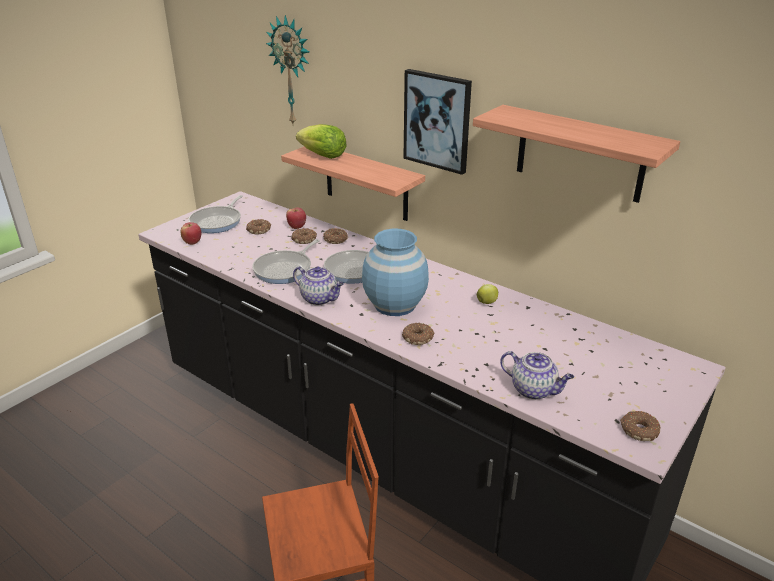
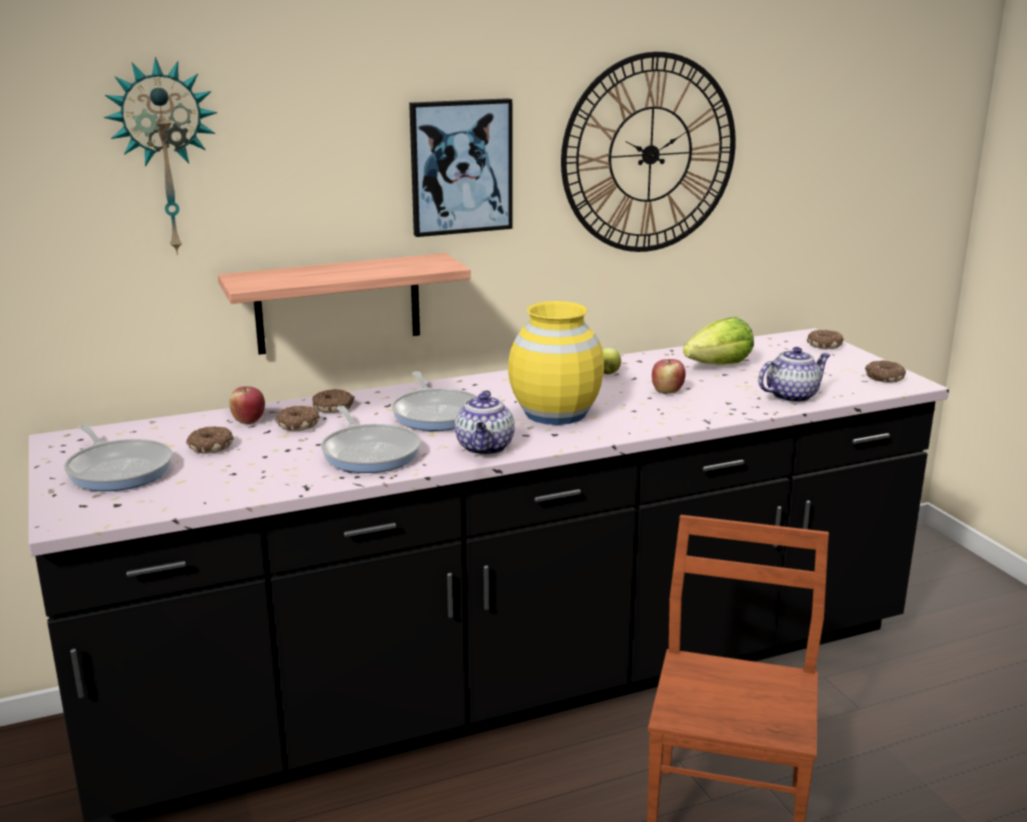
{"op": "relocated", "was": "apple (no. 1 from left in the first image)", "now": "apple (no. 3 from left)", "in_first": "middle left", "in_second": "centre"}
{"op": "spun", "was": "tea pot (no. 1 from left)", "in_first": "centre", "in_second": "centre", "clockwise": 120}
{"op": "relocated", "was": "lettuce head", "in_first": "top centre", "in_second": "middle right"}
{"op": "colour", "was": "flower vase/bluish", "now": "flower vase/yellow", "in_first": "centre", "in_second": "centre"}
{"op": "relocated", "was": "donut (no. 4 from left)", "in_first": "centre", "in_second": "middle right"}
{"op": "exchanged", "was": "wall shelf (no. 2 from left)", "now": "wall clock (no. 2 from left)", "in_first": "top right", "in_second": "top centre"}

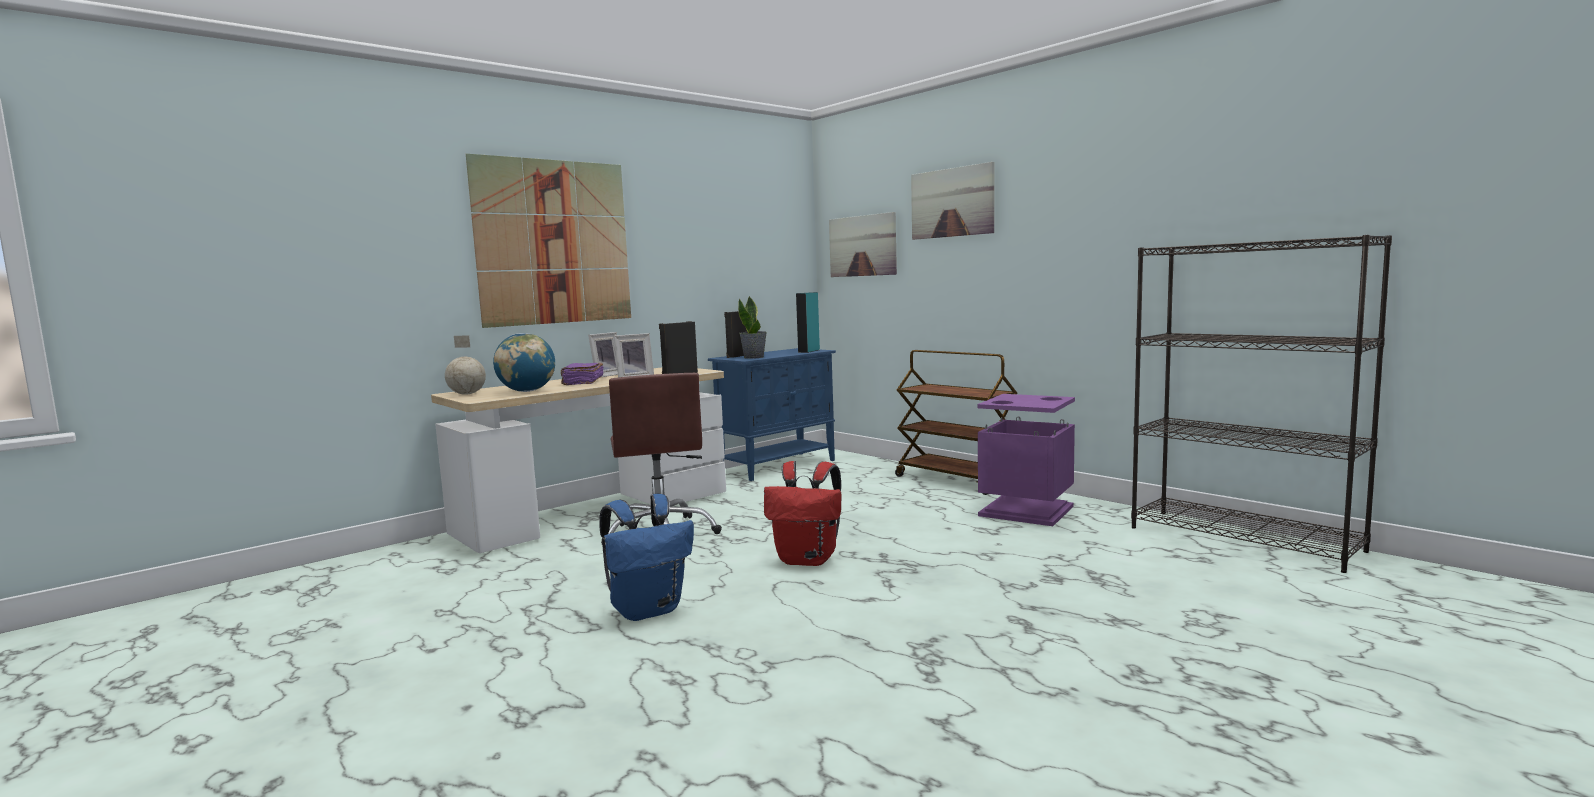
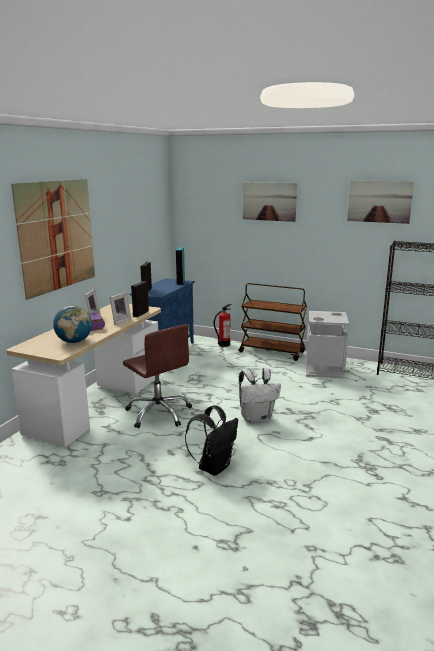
{"op": "missing", "was": "desk globe (no. 1 from left)", "in_first": "middle left"}
{"op": "colour", "was": "rucksack/bluish", "now": "rucksack/black", "in_first": "bottom centre", "in_second": "bottom centre"}
{"op": "missing", "was": "plant in a pot", "in_first": "centre"}
{"op": "colour", "was": "rucksack/reddish", "now": "rucksack/white-coloured", "in_first": "centre", "in_second": "centre"}
{"op": "relocated", "was": "wall picture (no. 2 from left in the first image)", "now": "wall picture (no. 3 from left)", "in_first": "top centre", "in_second": "top right"}
{"op": "colour", "was": "rubbish bin/purplish", "now": "rubbish bin/gray", "in_first": "centre", "in_second": "middle right"}
{"op": "appeared", "now": "fire-fighting cylinder", "in_second": "centre"}

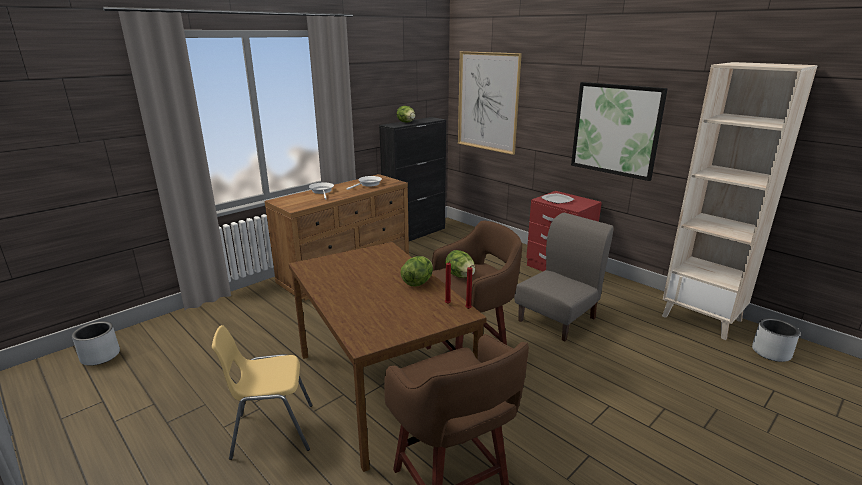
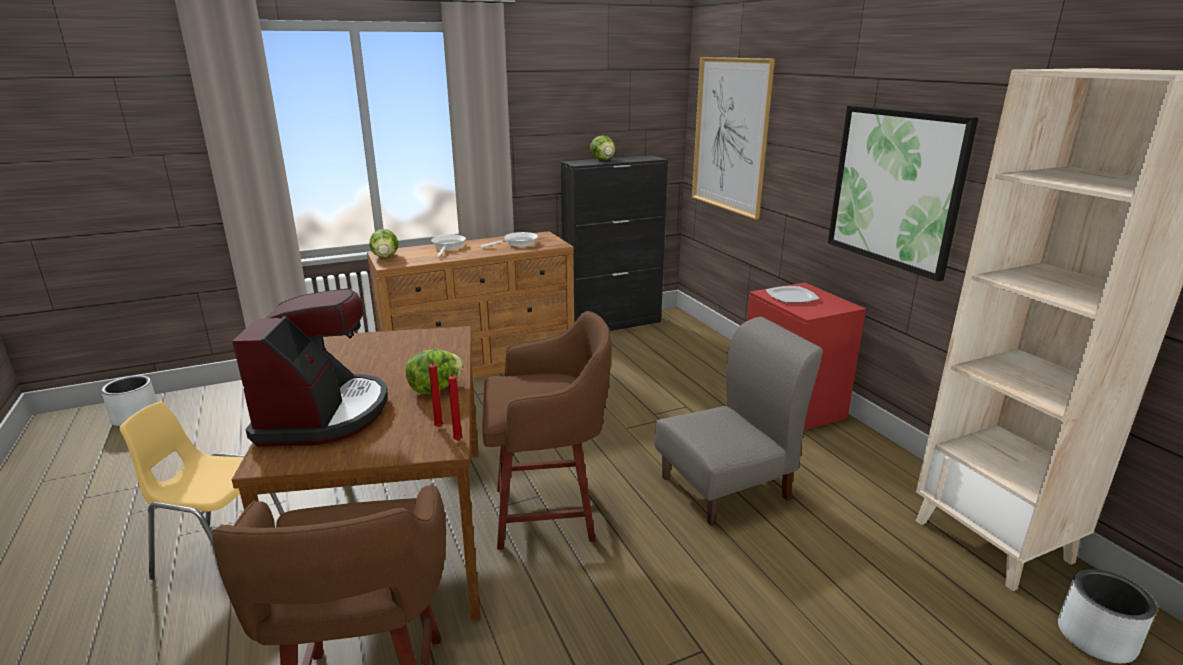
{"op": "relocated", "was": "lettuce head (no. 3 from left in the first image)", "now": "lettuce head (no. 1 from left)", "in_first": "centre", "in_second": "middle left"}
{"op": "appeared", "now": "coffee machine", "in_second": "middle left"}

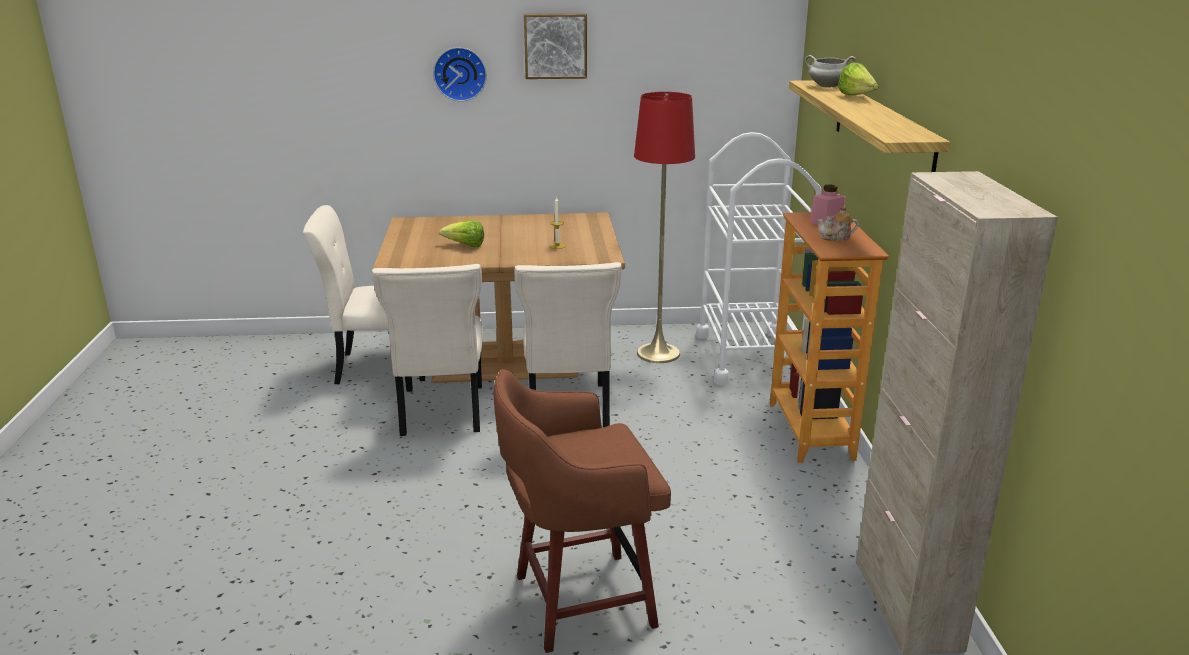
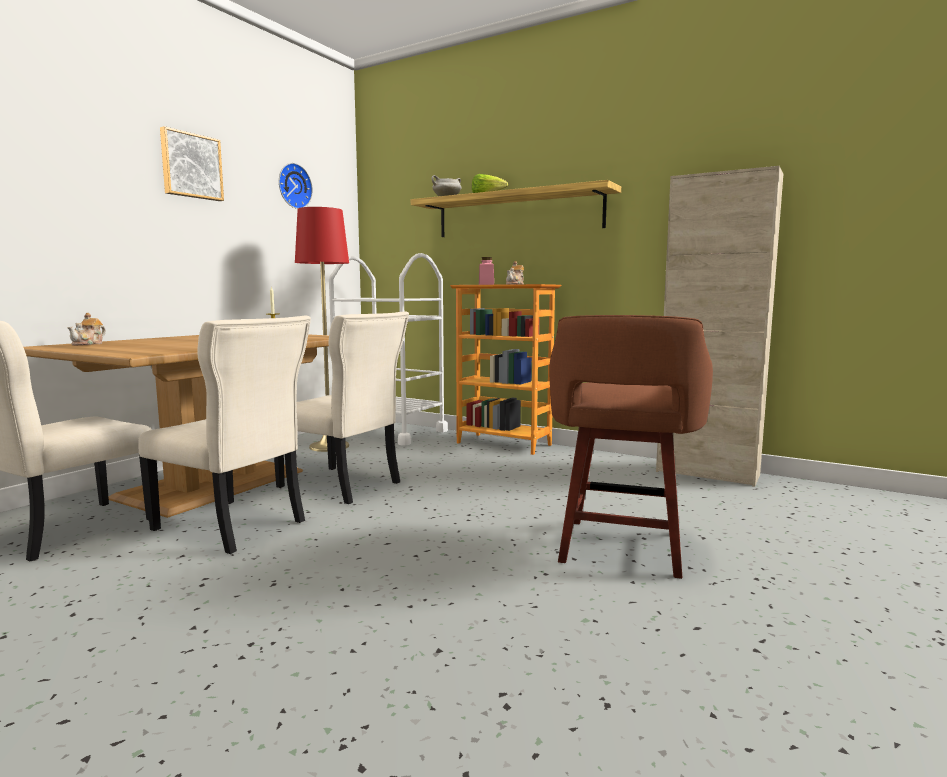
{"op": "relocated", "was": "wall clock", "in_first": "top centre", "in_second": "top left"}
{"op": "missing", "was": "lettuce head (no. 1 from left)", "in_first": "centre"}
{"op": "appeared", "now": "tea pot (no. 1 from left)", "in_second": "middle left"}

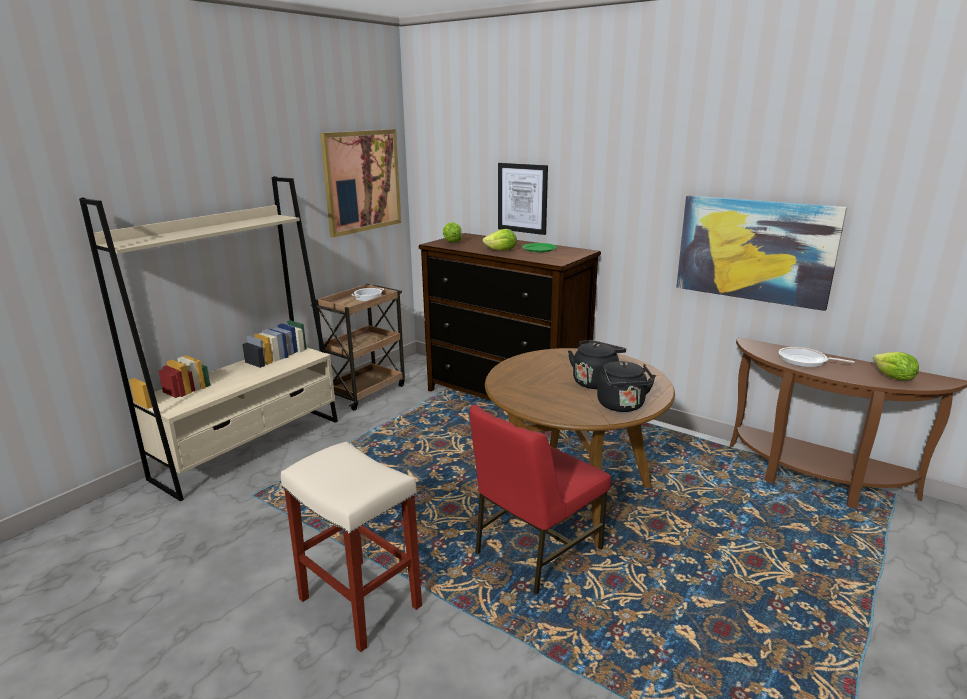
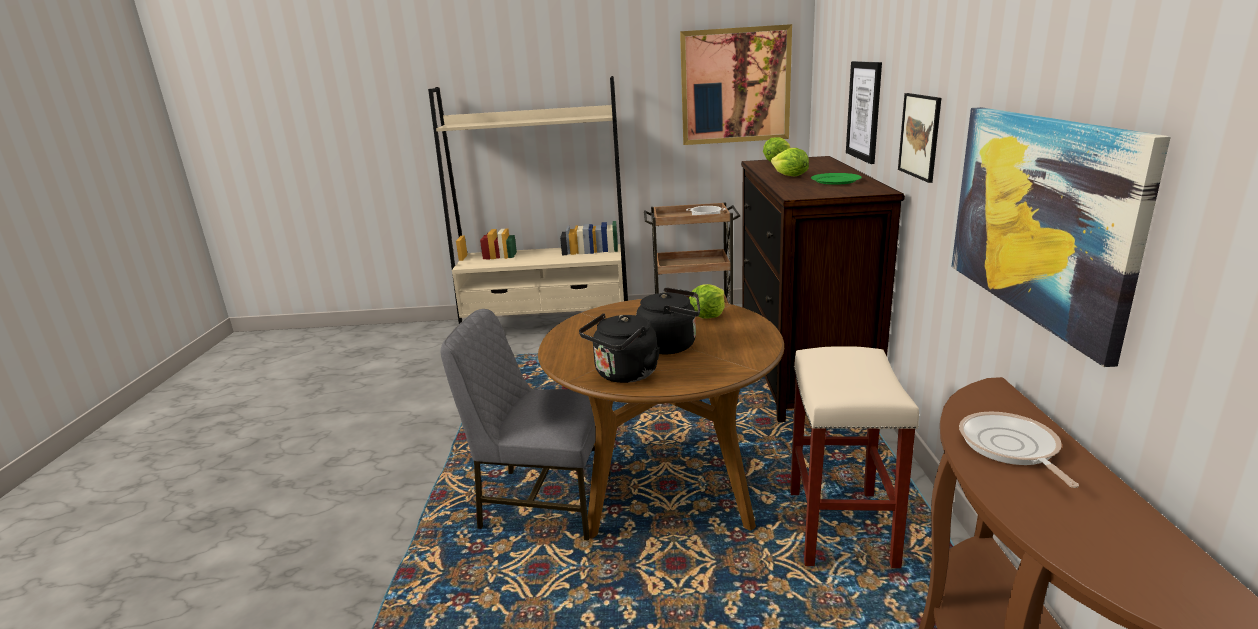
{"op": "relocated", "was": "stool/beige", "in_first": "bottom centre", "in_second": "bottom right"}
{"op": "colour", "was": "upright chair/reddish", "now": "upright chair/gray", "in_first": "bottom centre", "in_second": "bottom centre"}
{"op": "relocated", "was": "lettuce head (no. 3 from left in the first image)", "now": "lettuce head (no. 1 from left)", "in_first": "middle right", "in_second": "centre"}
{"op": "appeared", "now": "wall picture (no. 3 from left)", "in_second": "top right"}

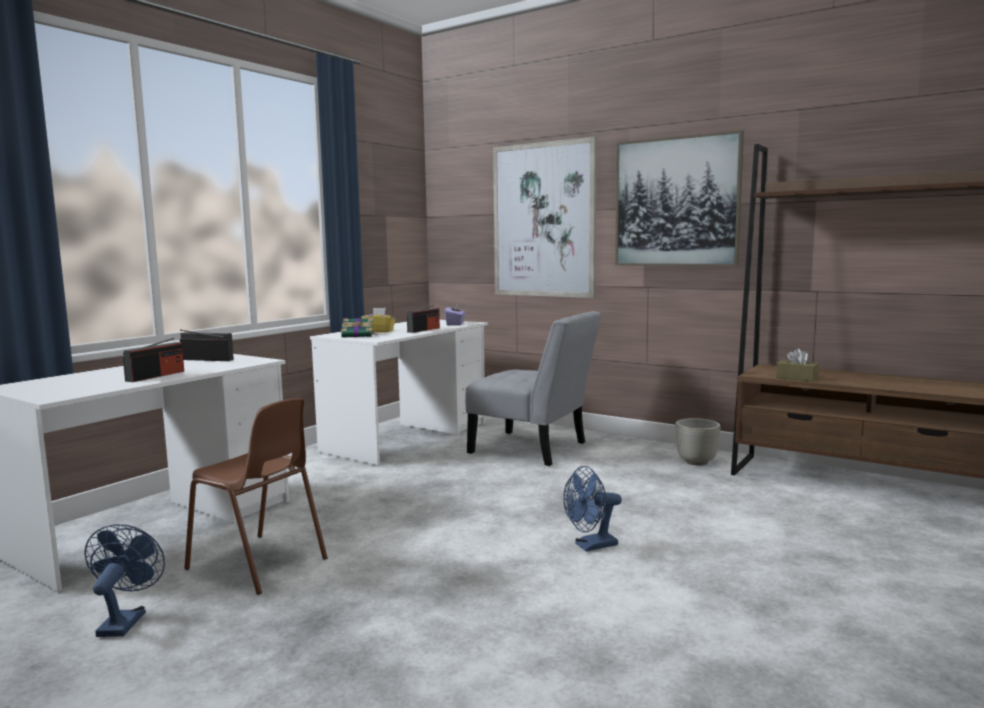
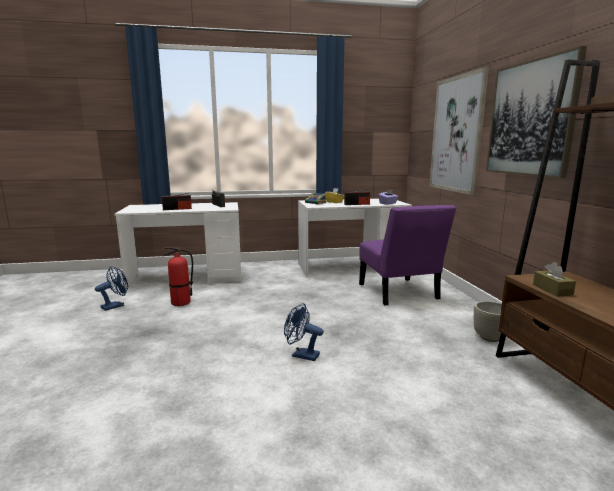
{"op": "exchanged", "was": "upright chair/brown", "now": "fire-fighting cylinder", "in_first": "bottom left", "in_second": "middle left"}
{"op": "colour", "was": "upright chair/gray", "now": "upright chair/purplish", "in_first": "centre", "in_second": "centre"}

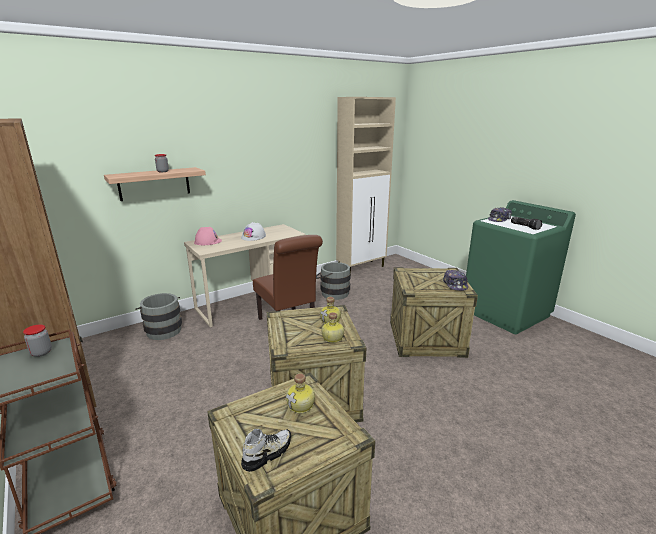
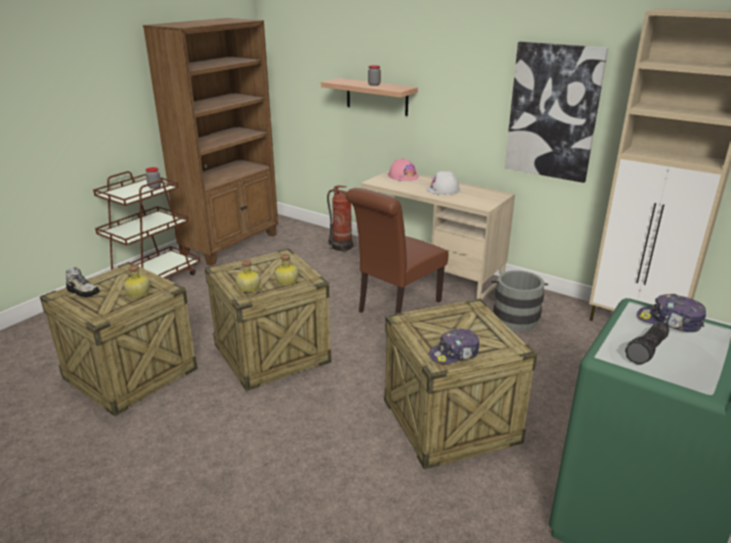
{"op": "exchanged", "was": "water bucket/gray (no. 1 from left)", "now": "fire-fighting cylinder", "in_first": "middle left", "in_second": "centre"}
{"op": "appeared", "now": "wall picture", "in_second": "top right"}

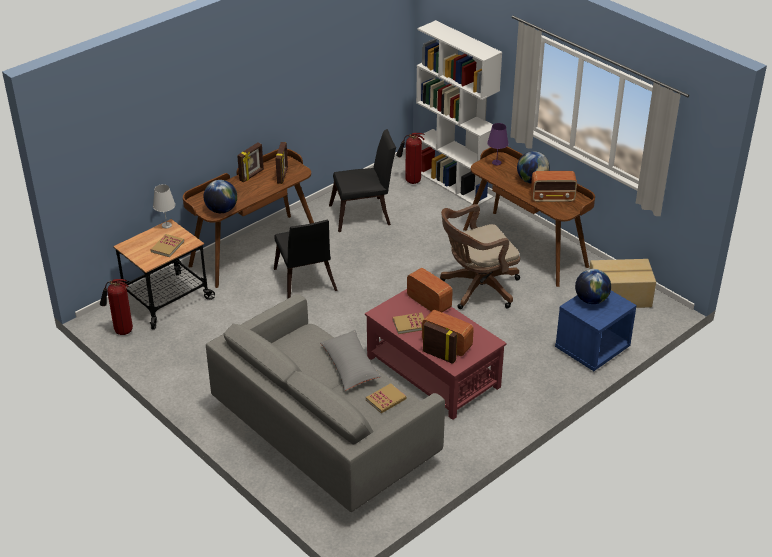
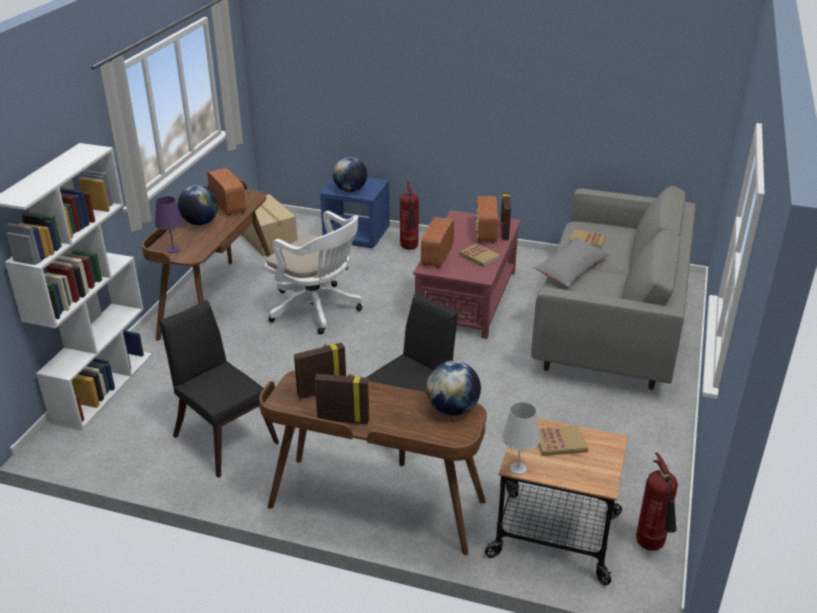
{"op": "relocated", "was": "fire-fighting cylinder (no. 2 from left in the first image)", "now": "fire-fighting cylinder (no. 1 from left)", "in_first": "top centre", "in_second": "centre"}
{"op": "colour", "was": "computer chair/brown", "now": "computer chair/white-coloured", "in_first": "centre", "in_second": "centre"}

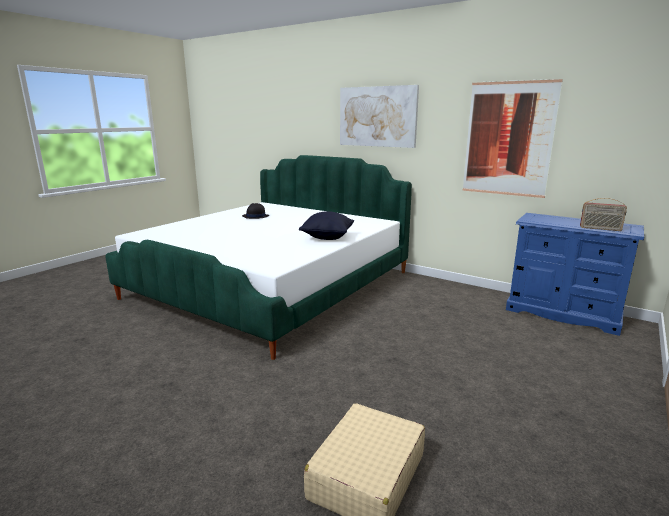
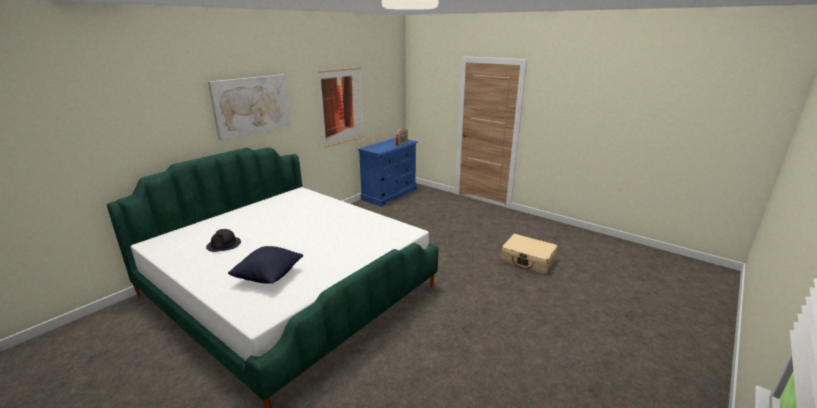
{"op": "relocated", "was": "throw pillow/black", "in_first": "centre", "in_second": "middle left"}

